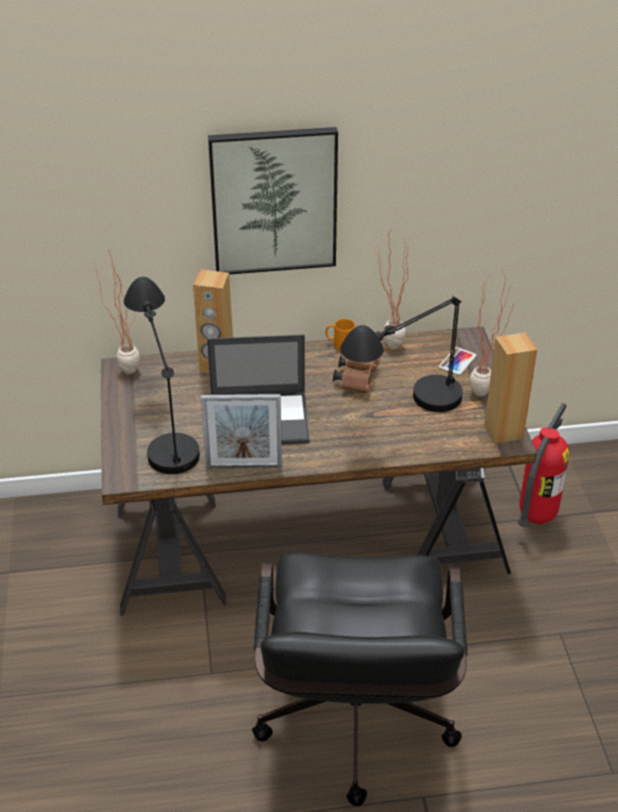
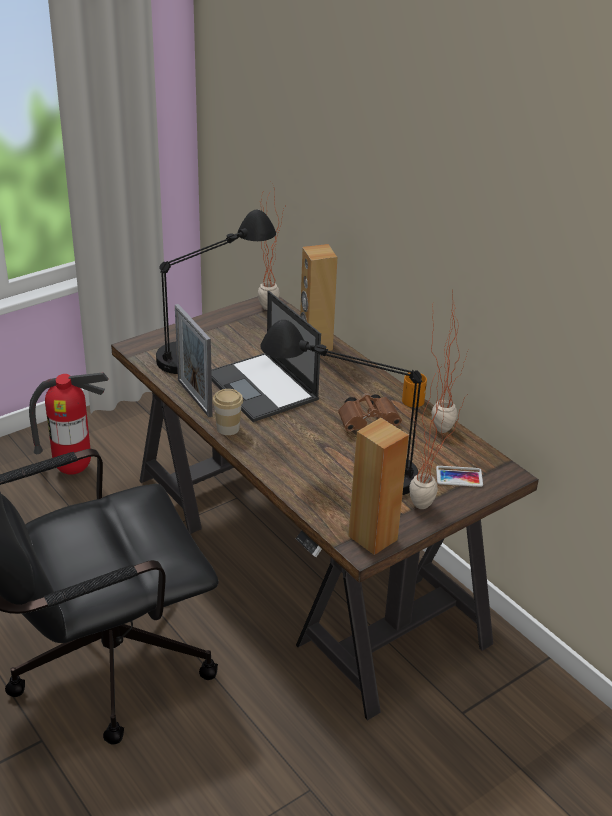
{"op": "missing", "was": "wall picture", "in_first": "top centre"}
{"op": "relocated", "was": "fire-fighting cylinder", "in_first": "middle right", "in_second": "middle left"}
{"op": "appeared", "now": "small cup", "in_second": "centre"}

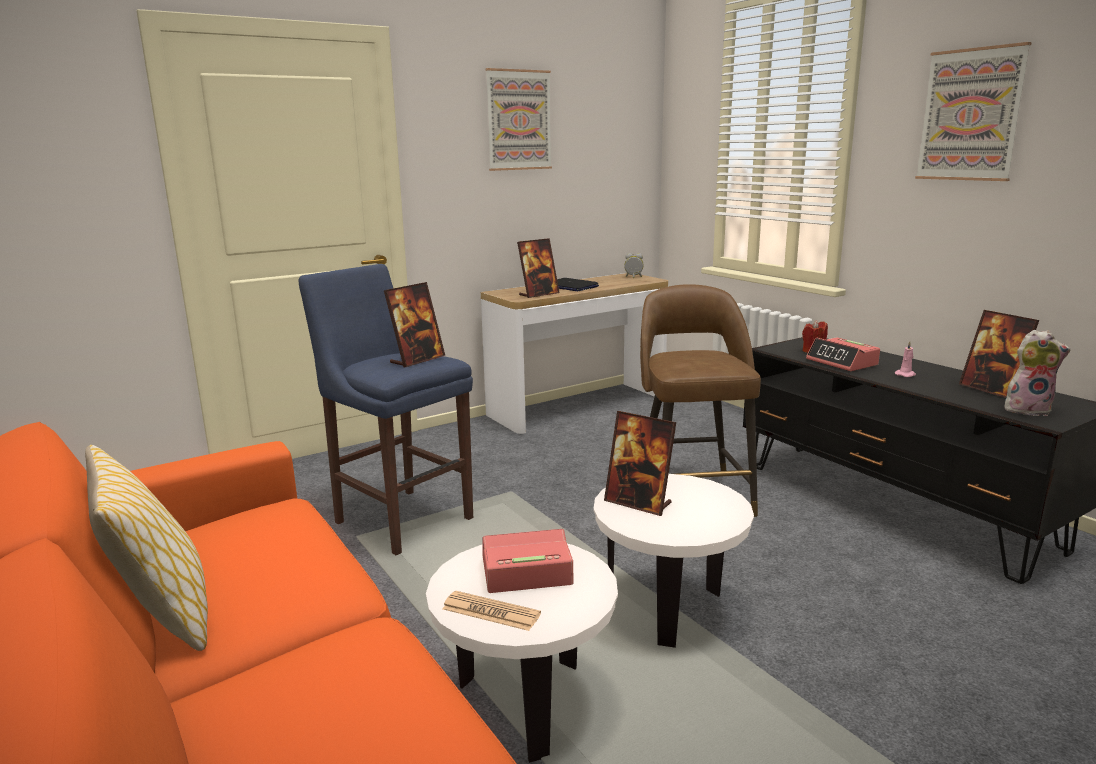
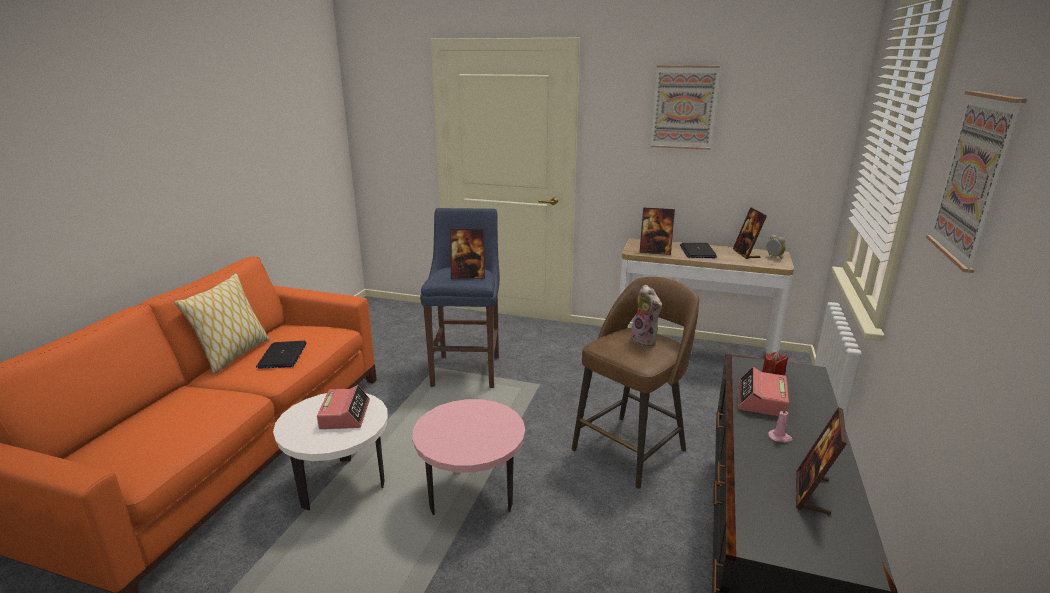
{"op": "missing", "was": "daily paper", "in_first": "bottom centre"}
{"op": "spun", "was": "bedside clock (no. 1 from left)", "in_first": "bottom centre", "in_second": "bottom left", "clockwise": 45}
{"op": "colour", "was": "end table/white-coloured (no. 2 from left)", "now": "end table/pinkish", "in_first": "bottom centre", "in_second": "bottom centre"}
{"op": "relocated", "was": "picture frame (no. 3 from left)", "in_first": "centre", "in_second": "middle right"}
{"op": "relocated", "was": "plush toy", "in_first": "middle right", "in_second": "centre"}
{"op": "appeared", "now": "laptop (no. 1 from left)", "in_second": "middle left"}

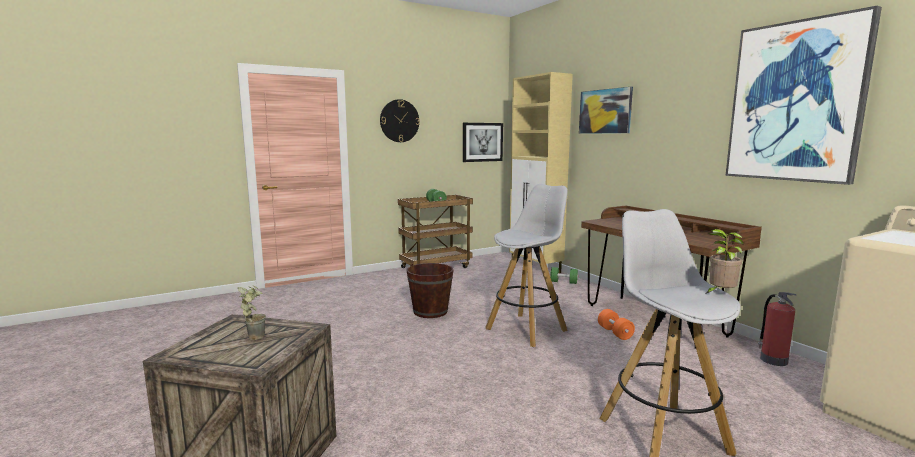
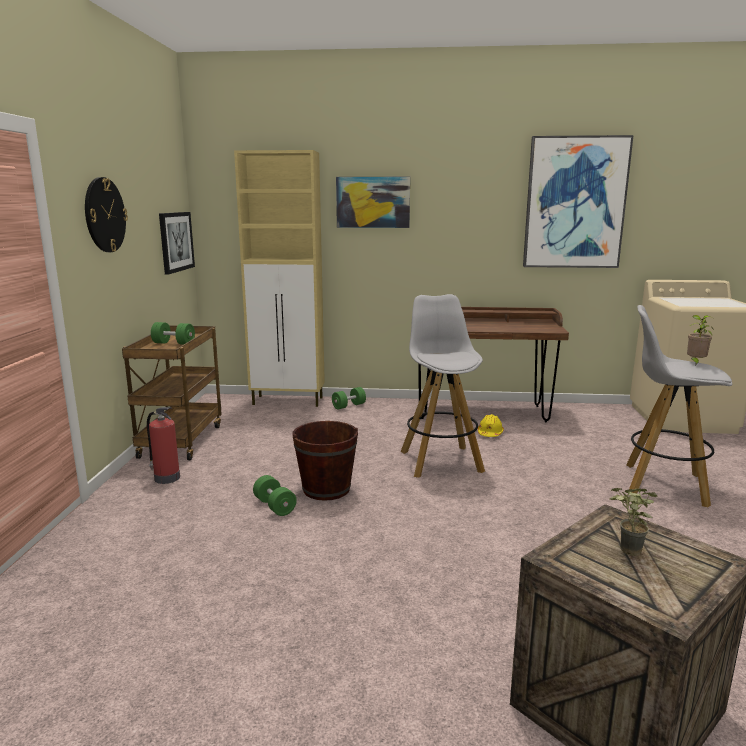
{"op": "exchanged", "was": "free weight/orange", "now": "safety helmet/yellow", "in_first": "bottom right", "in_second": "centre"}
{"op": "relocated", "was": "fire-fighting cylinder", "in_first": "bottom right", "in_second": "middle left"}
{"op": "appeared", "now": "free weight/green-coloured (no. 2 from left)", "in_second": "centre"}

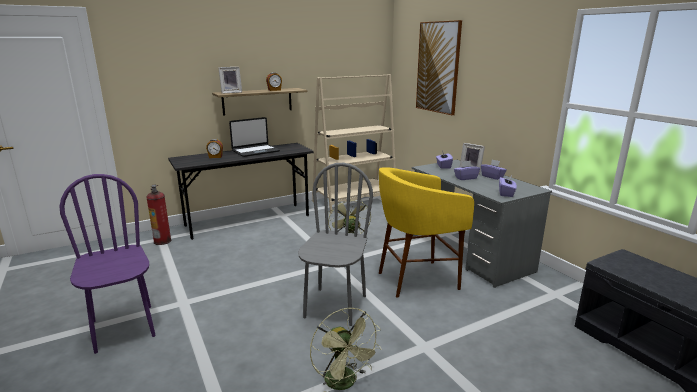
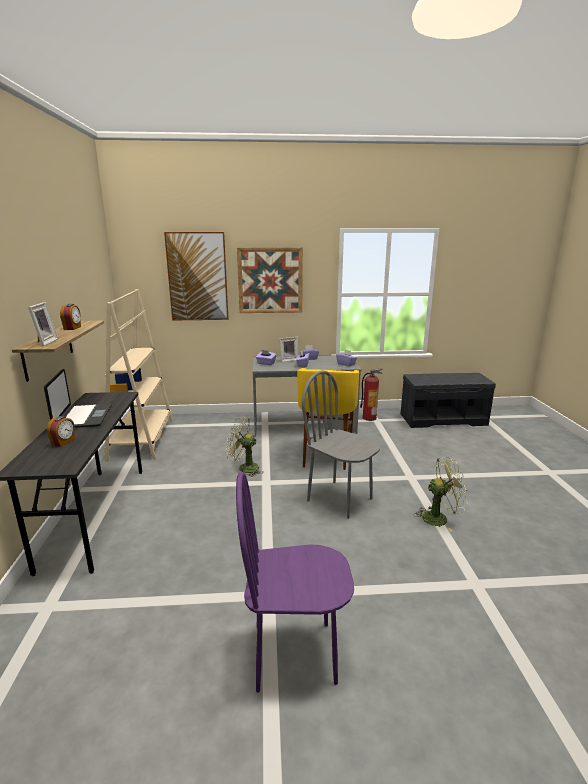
{"op": "relocated", "was": "fire-fighting cylinder", "in_first": "middle left", "in_second": "centre"}
{"op": "appeared", "now": "wall picture (no. 2 from left)", "in_second": "centre"}

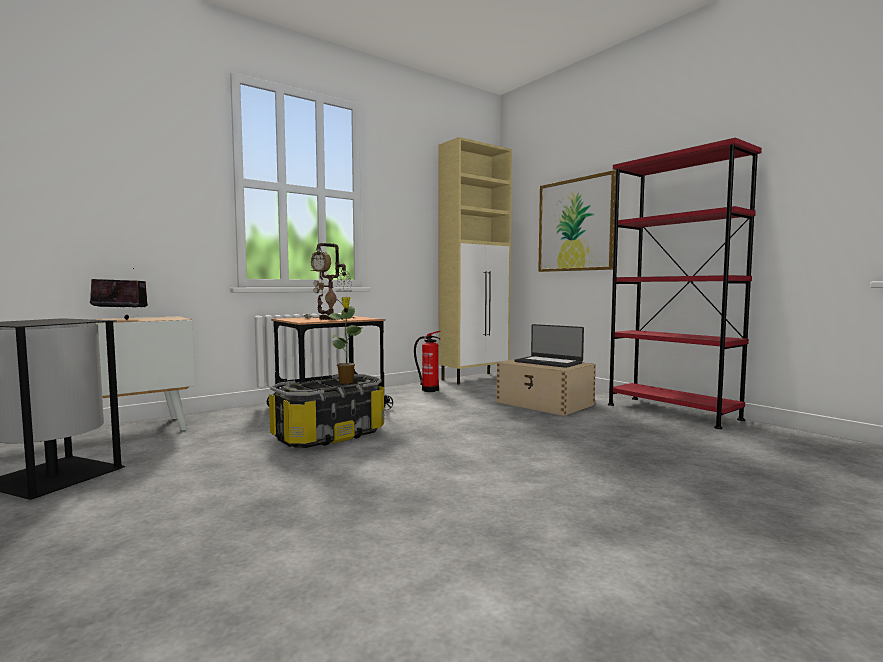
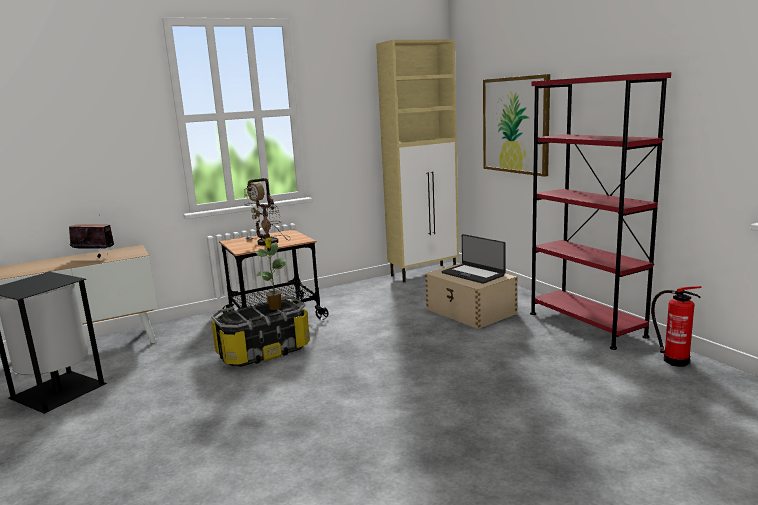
{"op": "relocated", "was": "fire-fighting cylinder", "in_first": "centre", "in_second": "middle right"}

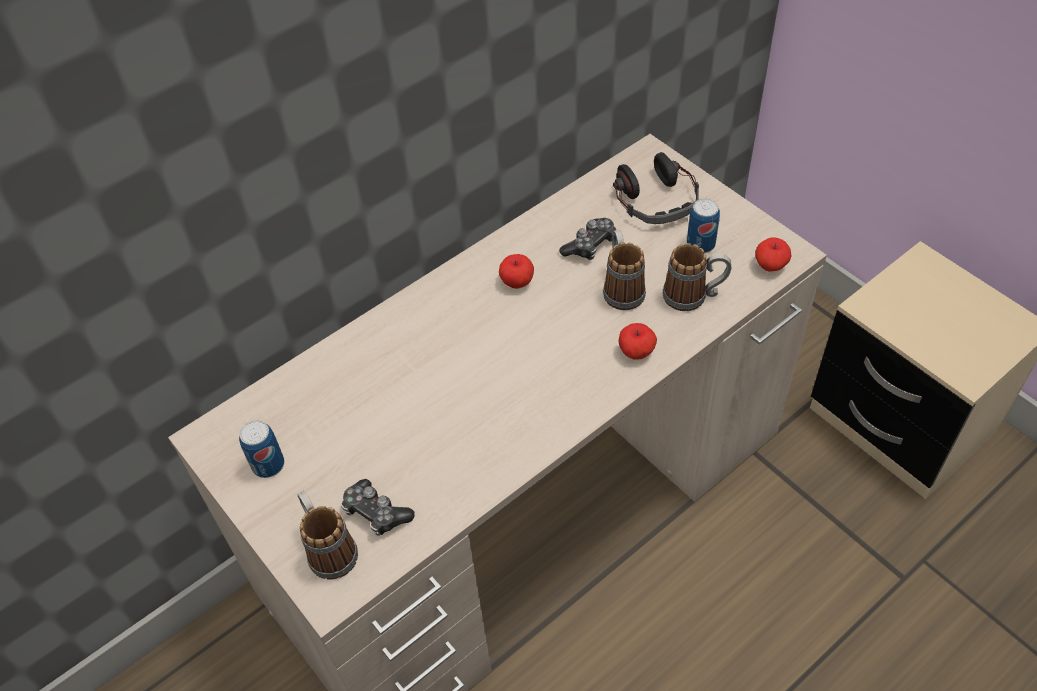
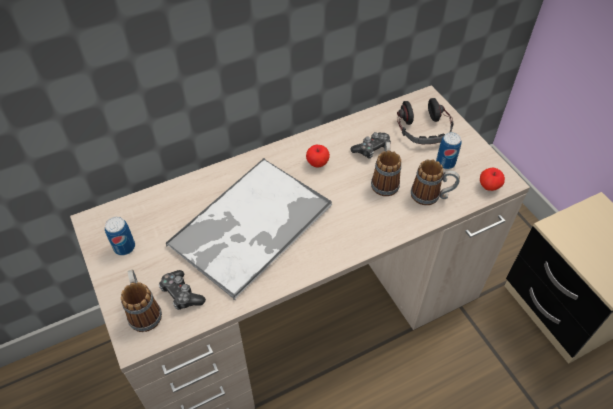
{"op": "missing", "was": "apple (no. 2 from left)", "in_first": "centre"}
{"op": "appeared", "now": "tray", "in_second": "centre"}

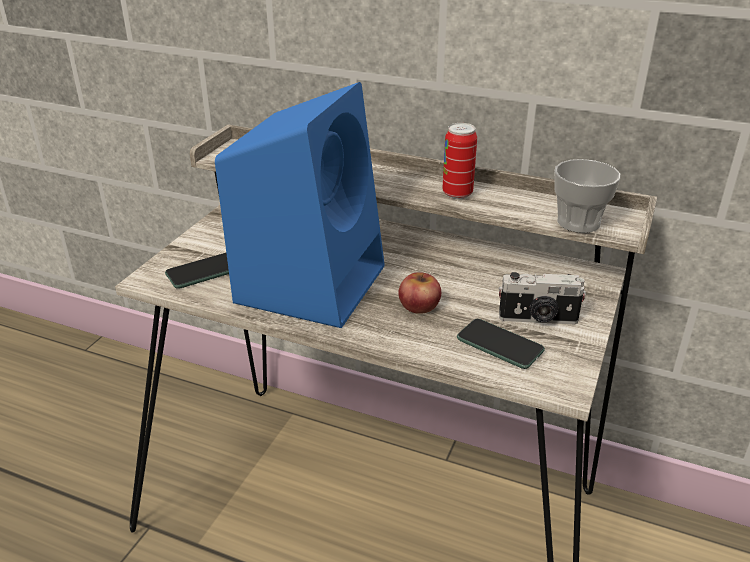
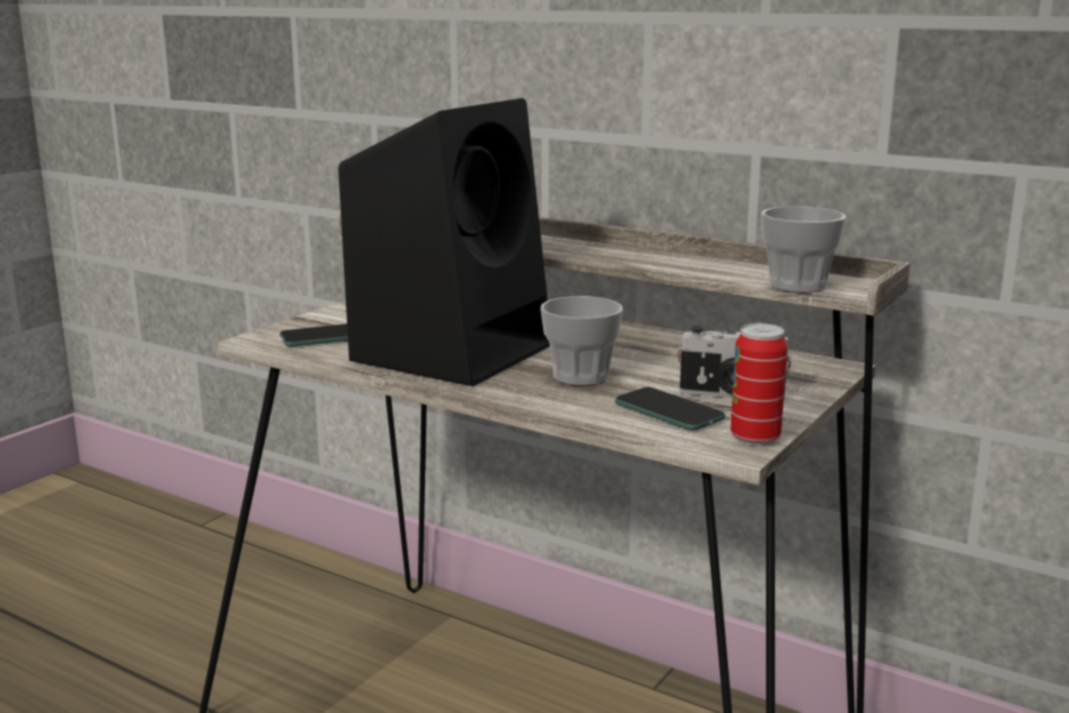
{"op": "colour", "was": "audio speaker/bluish", "now": "audio speaker/black", "in_first": "centre", "in_second": "centre"}
{"op": "exchanged", "was": "apple", "now": "small cup (no. 1 from left)", "in_first": "centre", "in_second": "centre"}
{"op": "relocated", "was": "sealed can", "in_first": "top centre", "in_second": "middle right"}

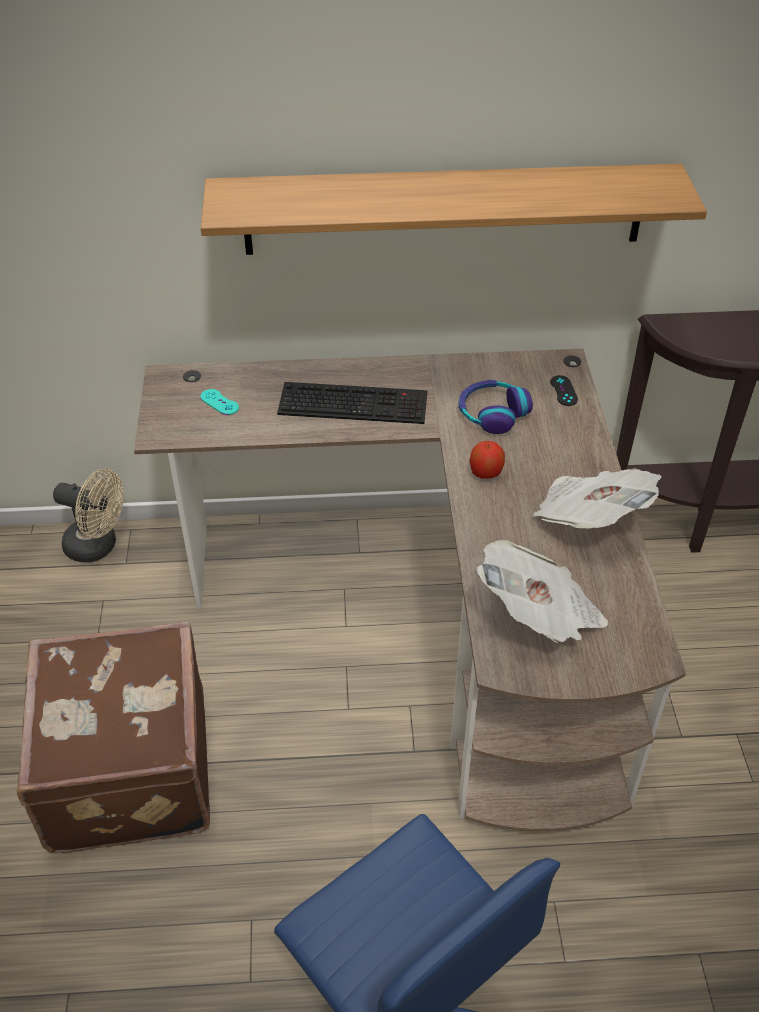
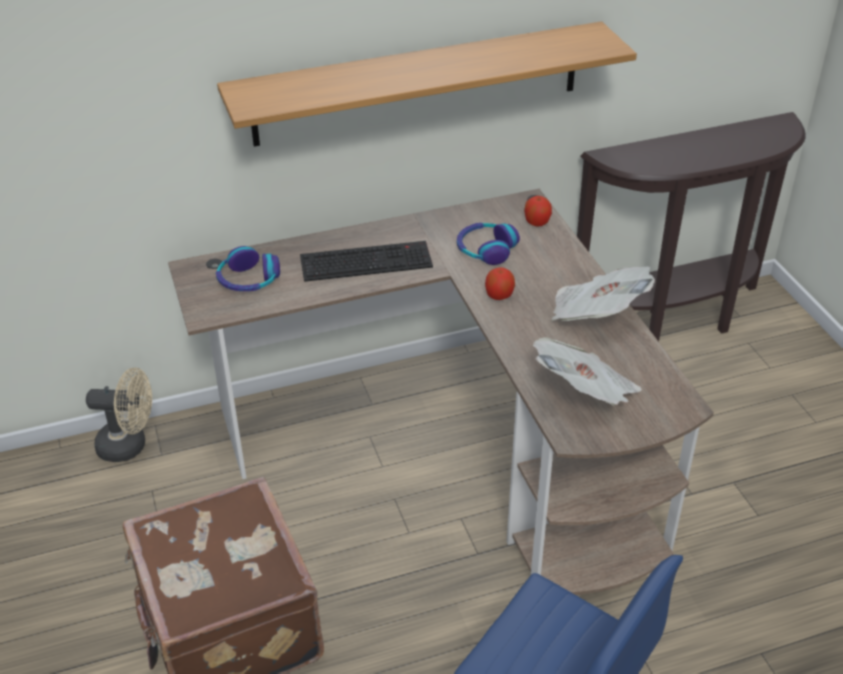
{"op": "exchanged", "was": "joypad/blue-green", "now": "pair of headphones (no. 1 from left)", "in_first": "middle left", "in_second": "middle left"}
{"op": "exchanged", "was": "joypad/black", "now": "apple (no. 2 from left)", "in_first": "middle right", "in_second": "top centre"}

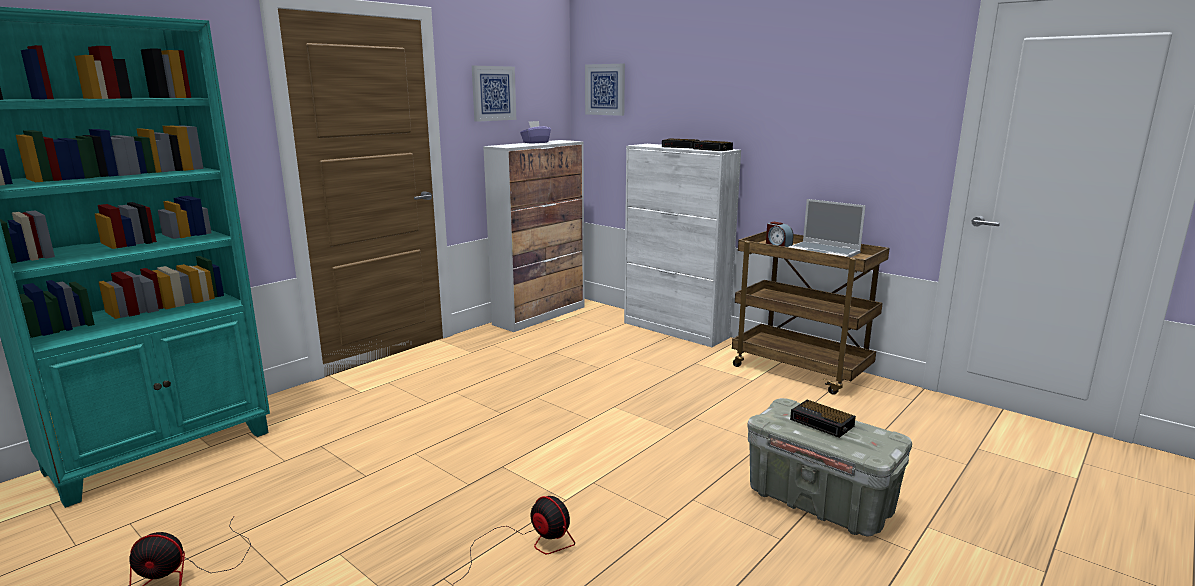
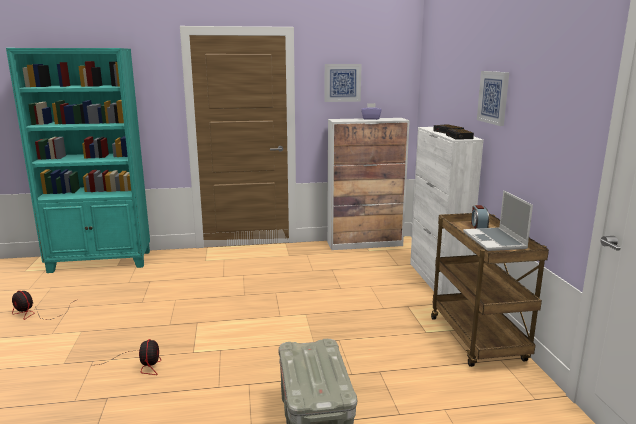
{"op": "relocated", "was": "wall picture (no. 2 from left)", "in_first": "top centre", "in_second": "top right"}
{"op": "missing", "was": "bedside clock (no. 4 from left)", "in_first": "bottom right"}

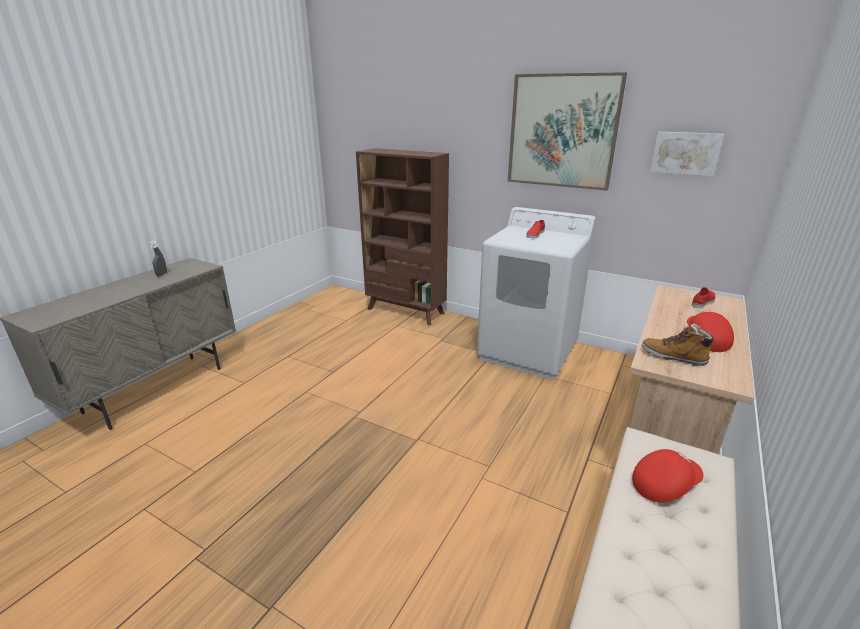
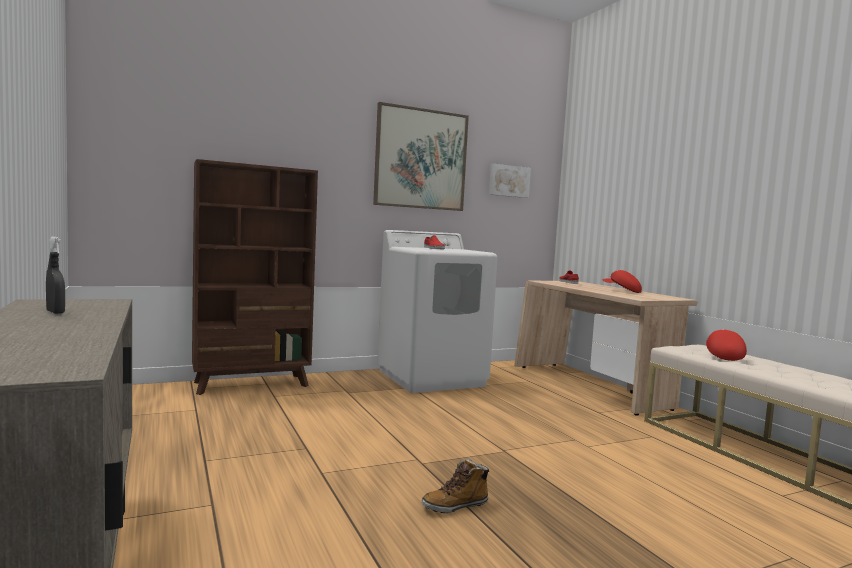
{"op": "relocated", "was": "high-top boot", "in_first": "middle right", "in_second": "bottom centre"}

